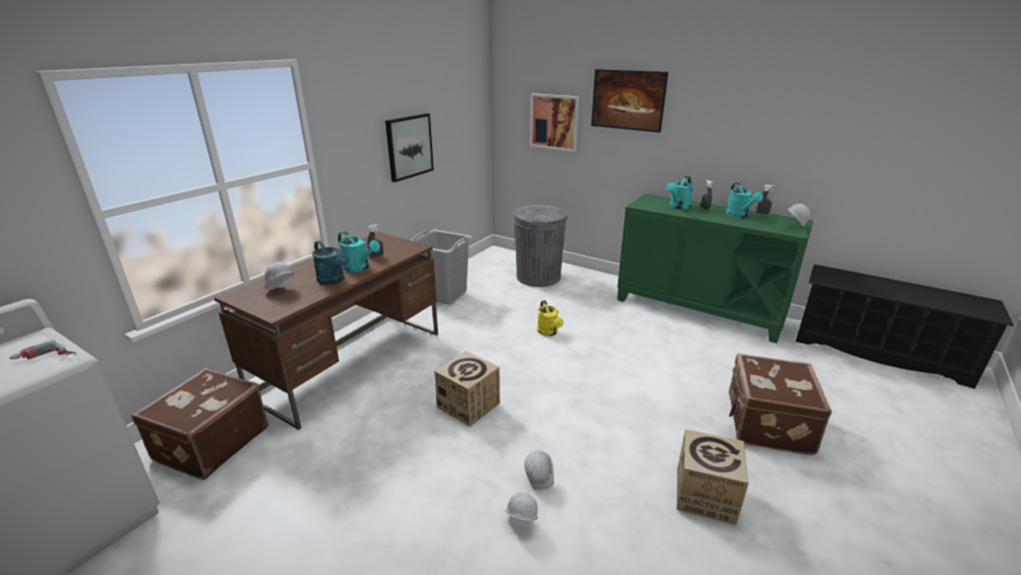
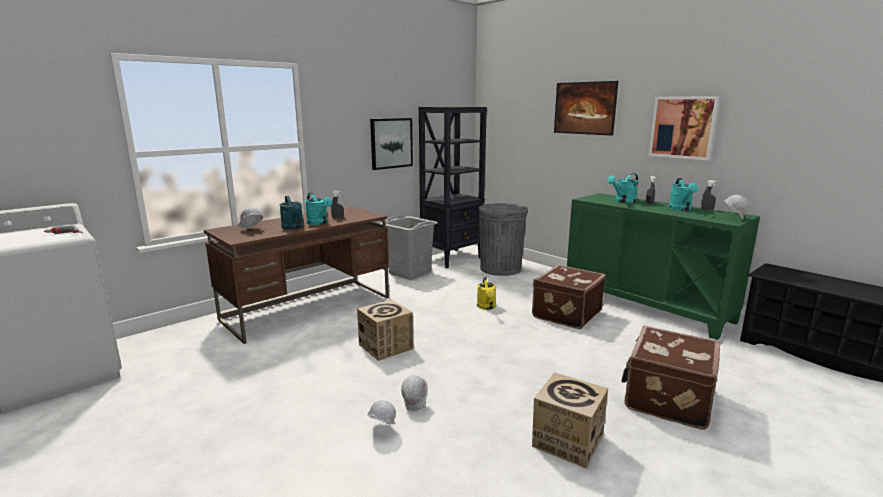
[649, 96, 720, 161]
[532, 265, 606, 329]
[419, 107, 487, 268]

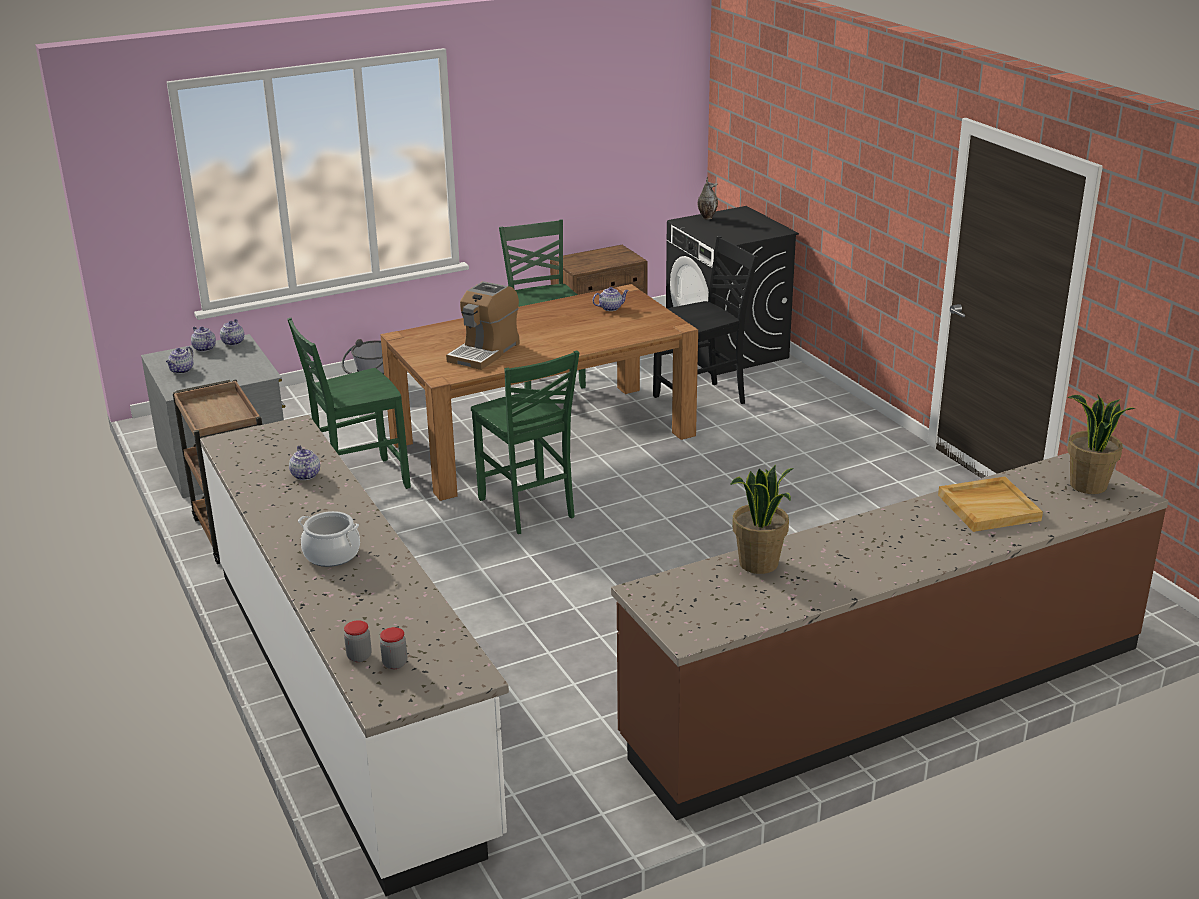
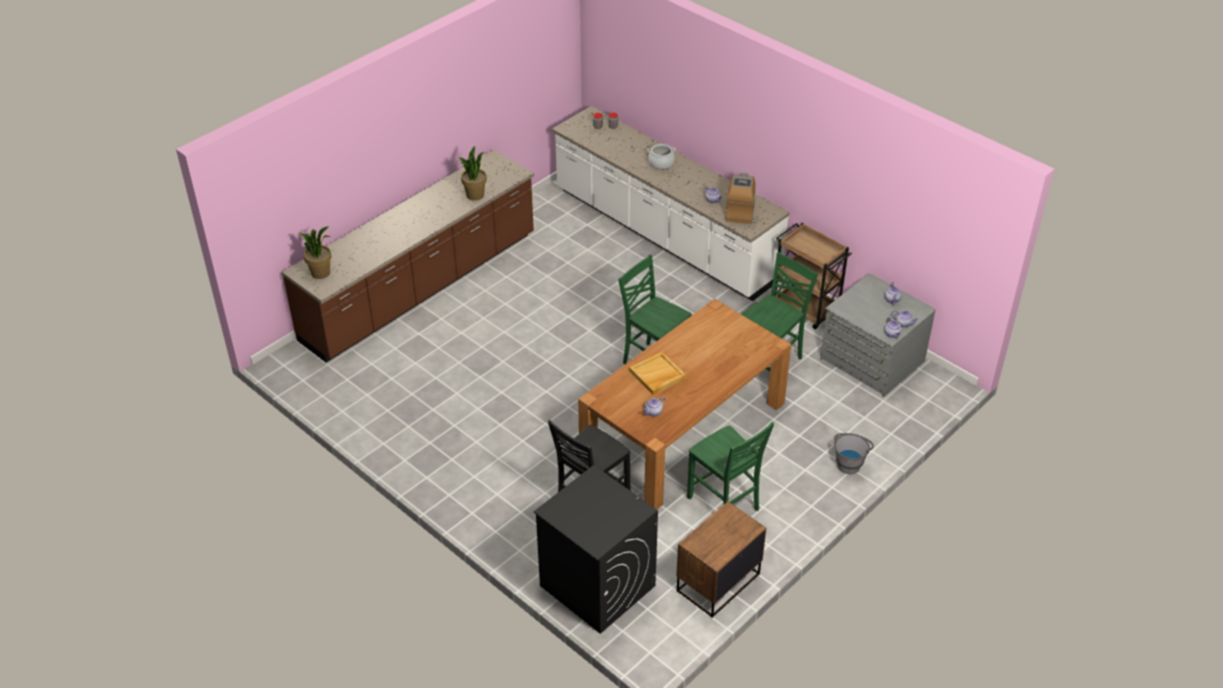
[698, 177, 718, 220] (first image)
[726, 173, 756, 224]
[629, 352, 686, 395]

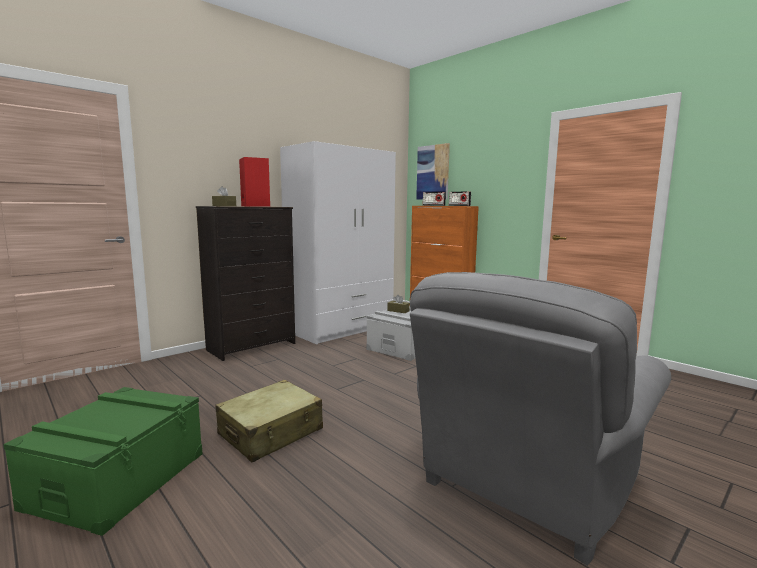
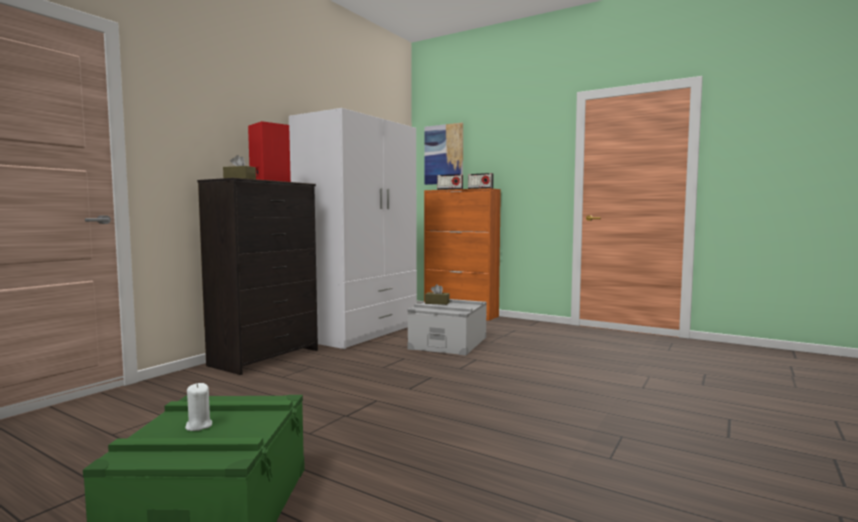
[410, 272, 671, 566] (first image)
[216, 380, 323, 462] (first image)
[185, 383, 212, 431]

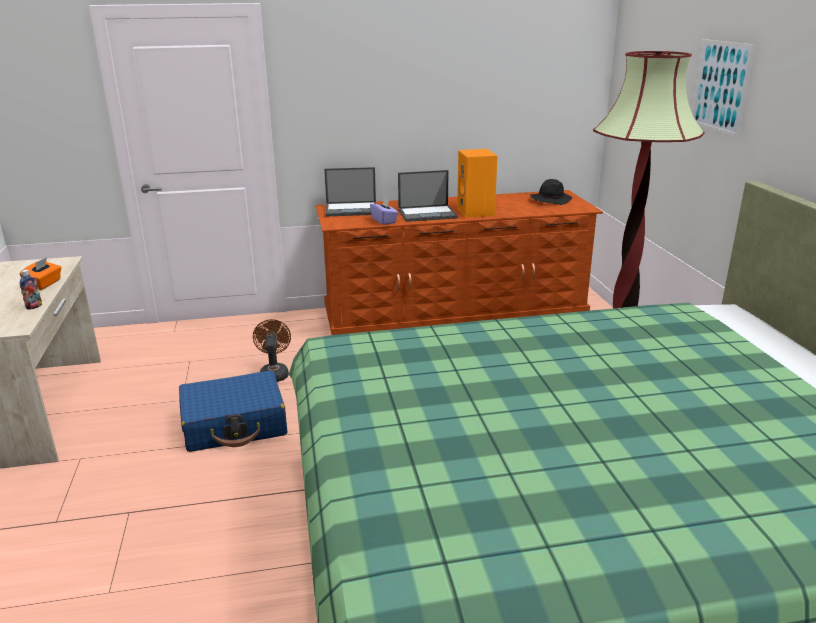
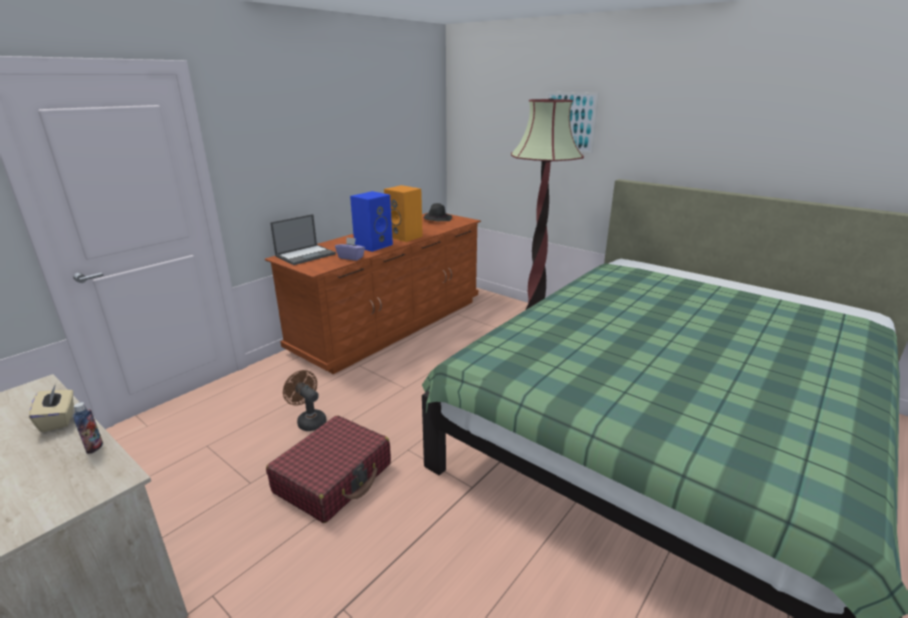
[350, 191, 393, 252]
[29, 384, 74, 432]
[266, 415, 391, 523]

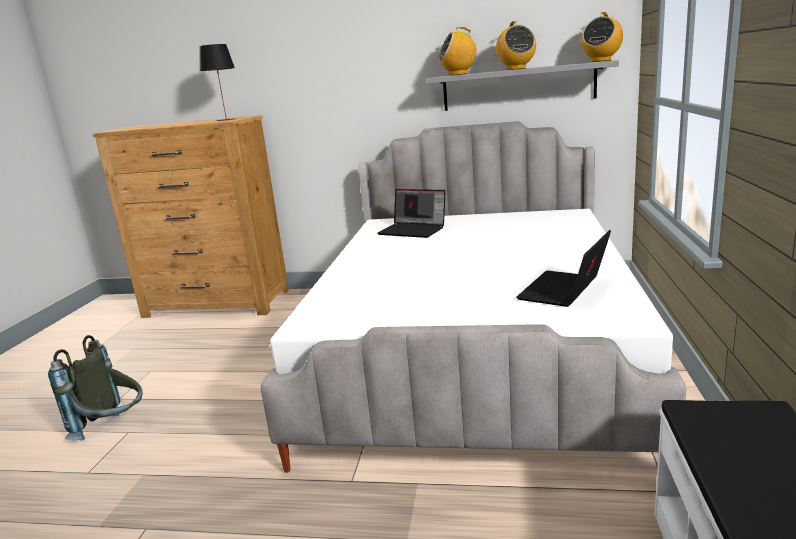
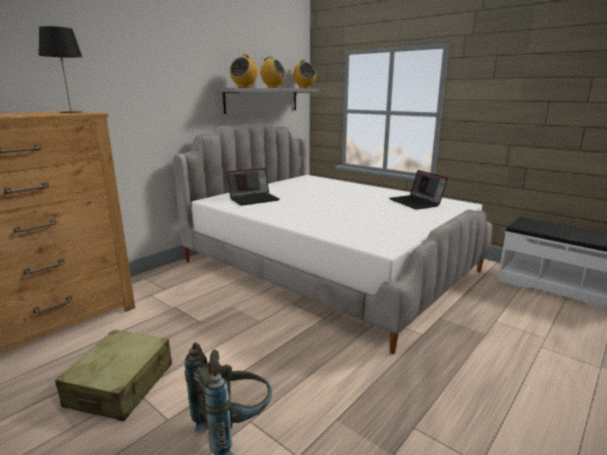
[55, 330, 172, 421]

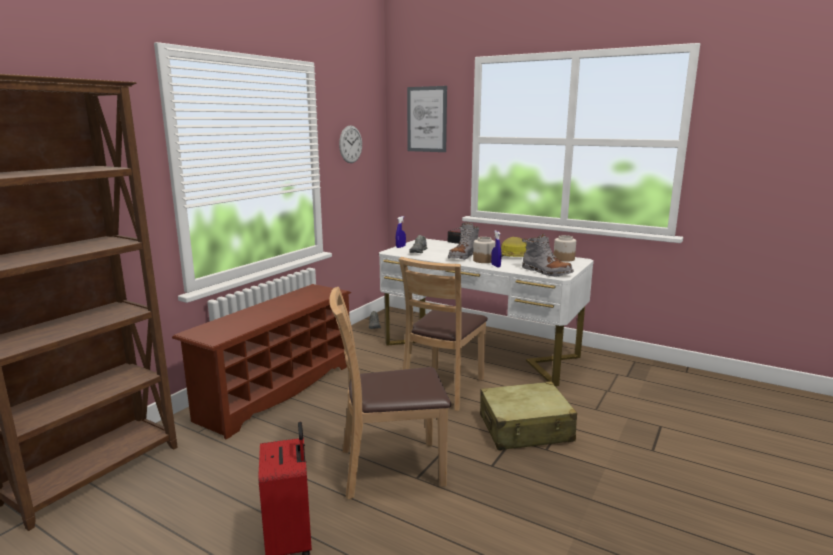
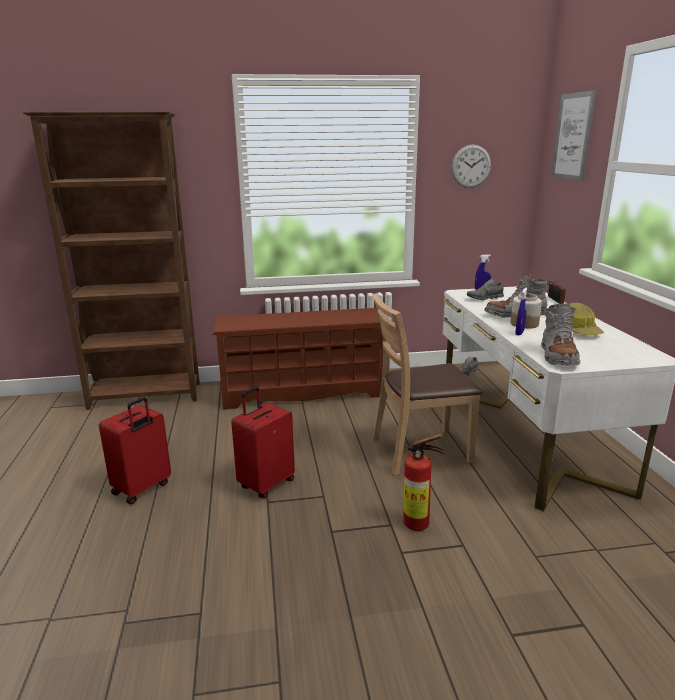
[554, 235, 576, 262] (first image)
[231, 387, 295, 498]
[403, 434, 445, 531]

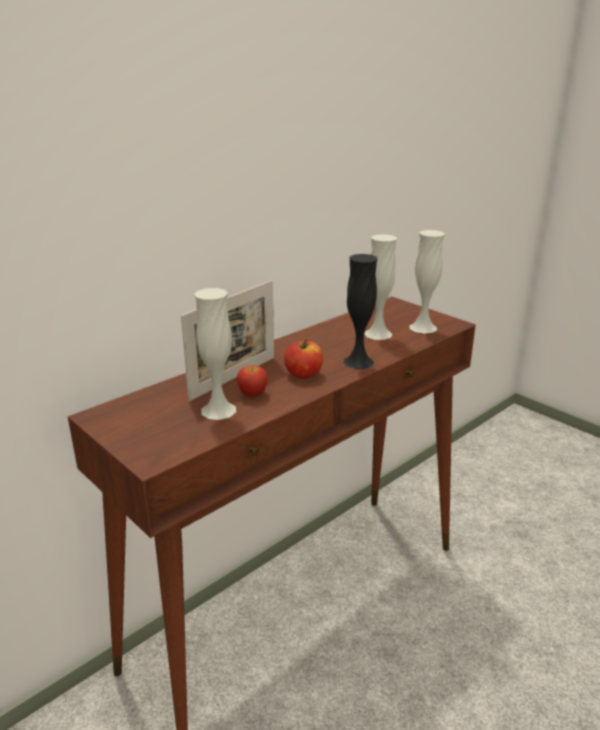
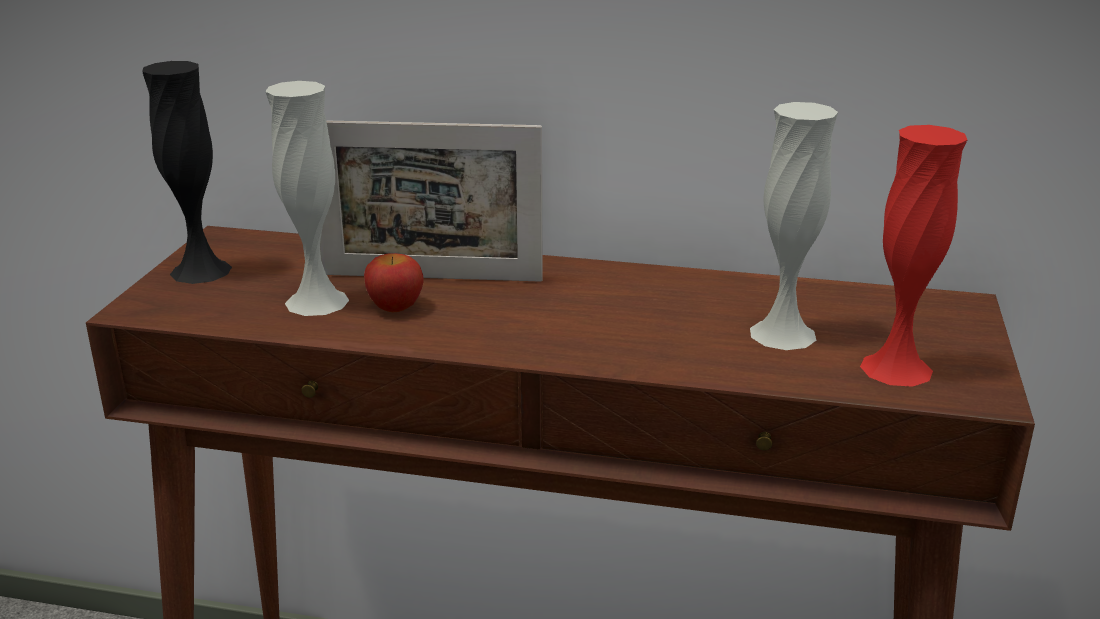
[860, 125, 967, 387]
[142, 61, 232, 284]
[284, 339, 323, 378] (first image)

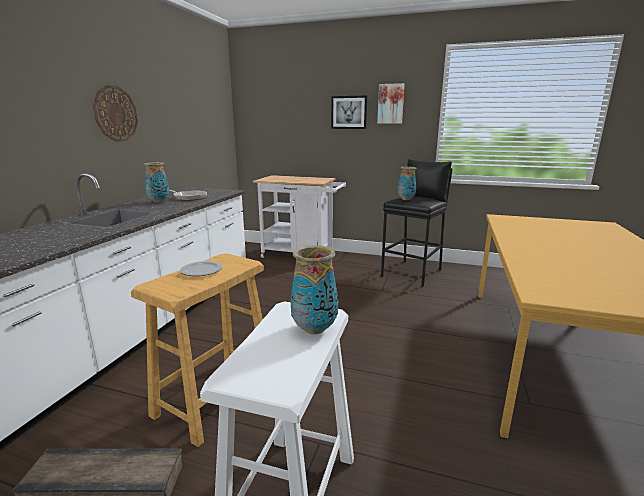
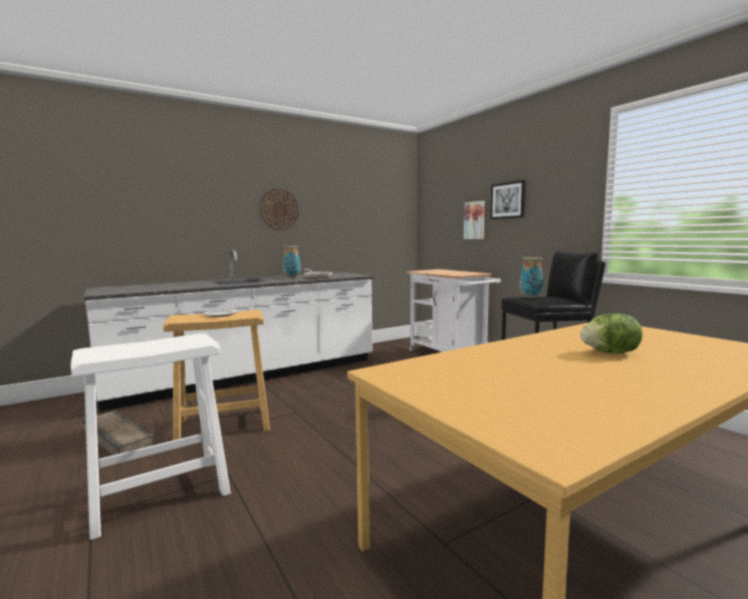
[464, 201, 485, 239]
[290, 245, 338, 334] (first image)
[580, 313, 643, 354]

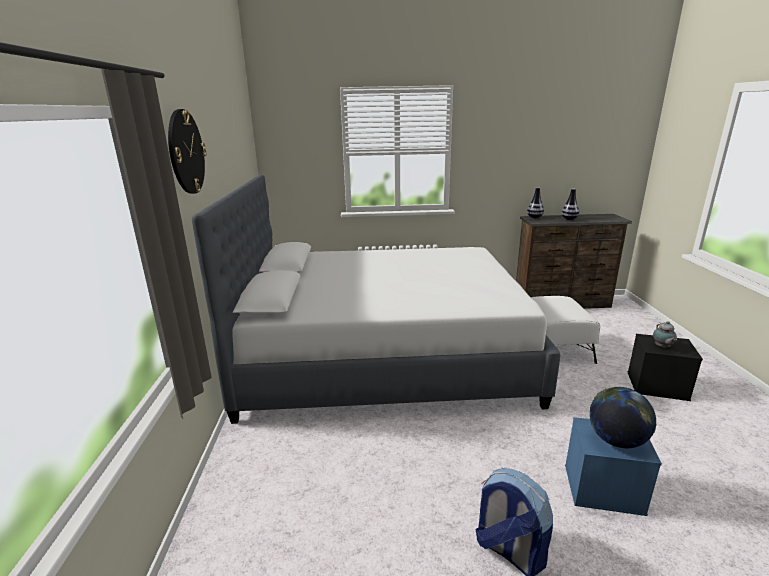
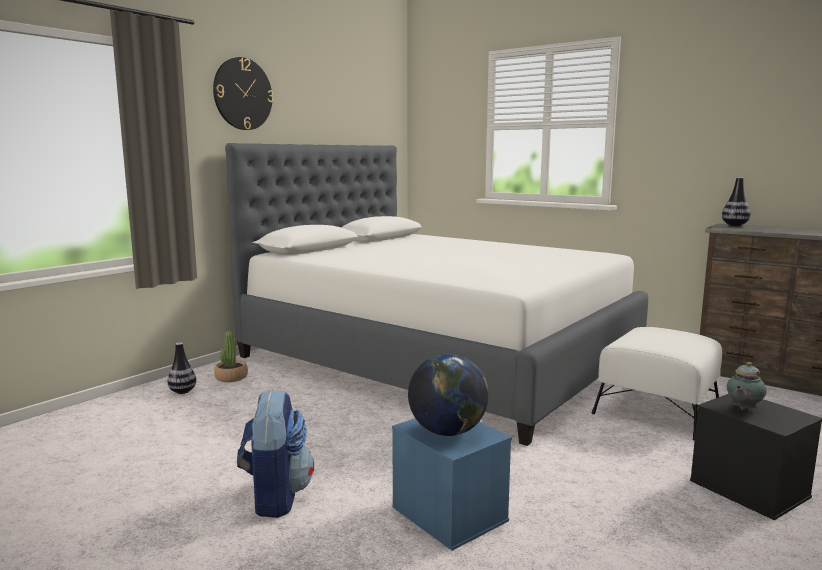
[167, 343, 197, 394]
[214, 331, 248, 382]

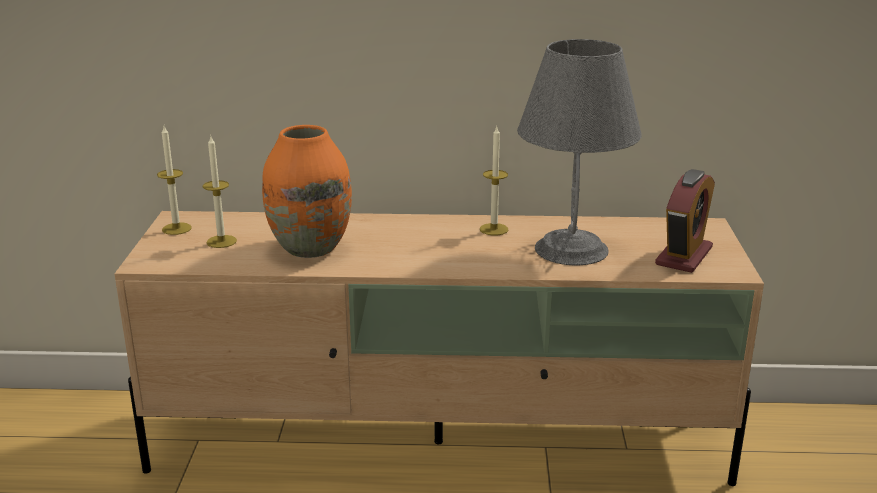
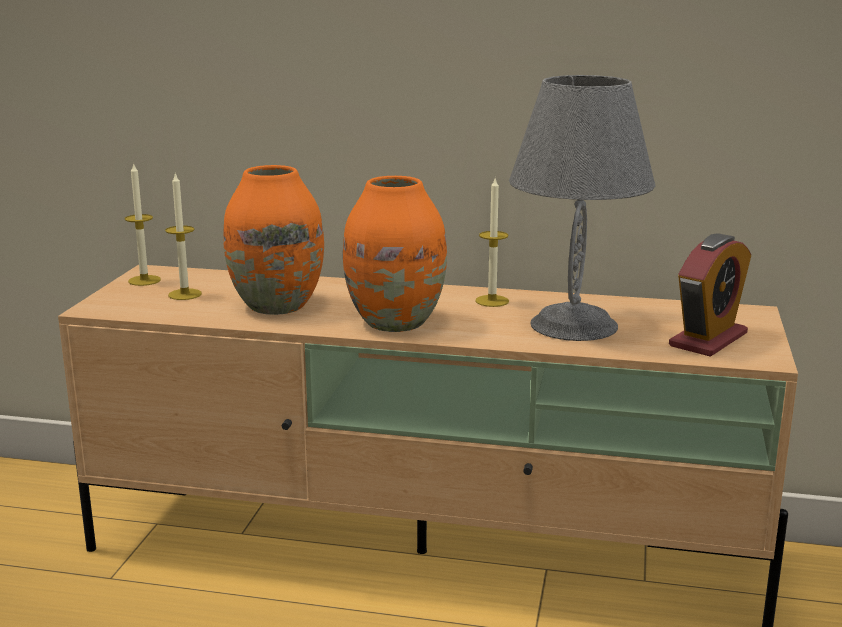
[343, 176, 447, 332]

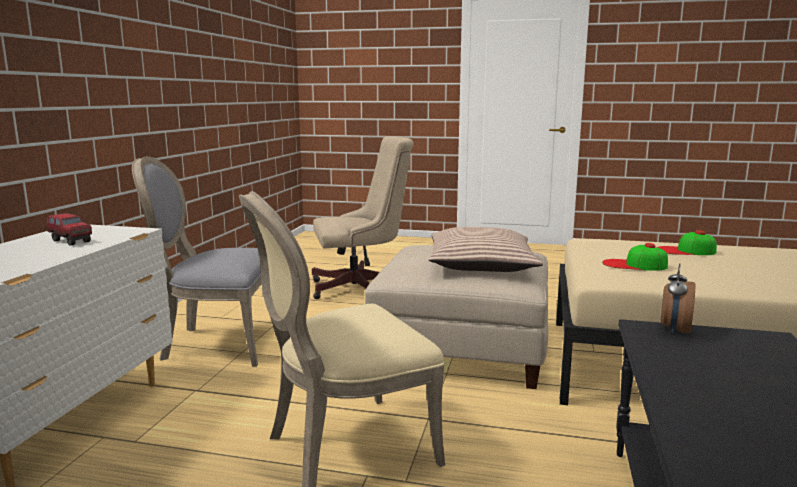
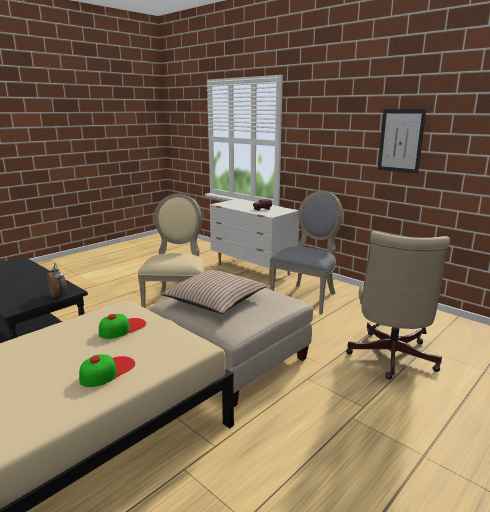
[378, 109, 426, 174]

